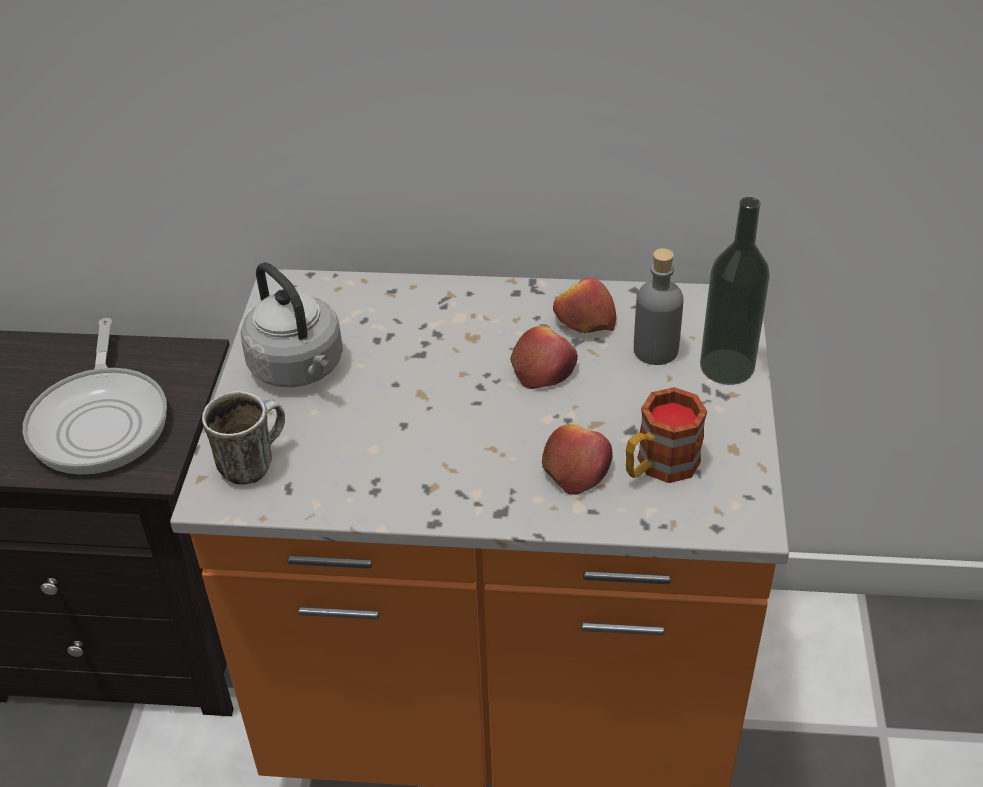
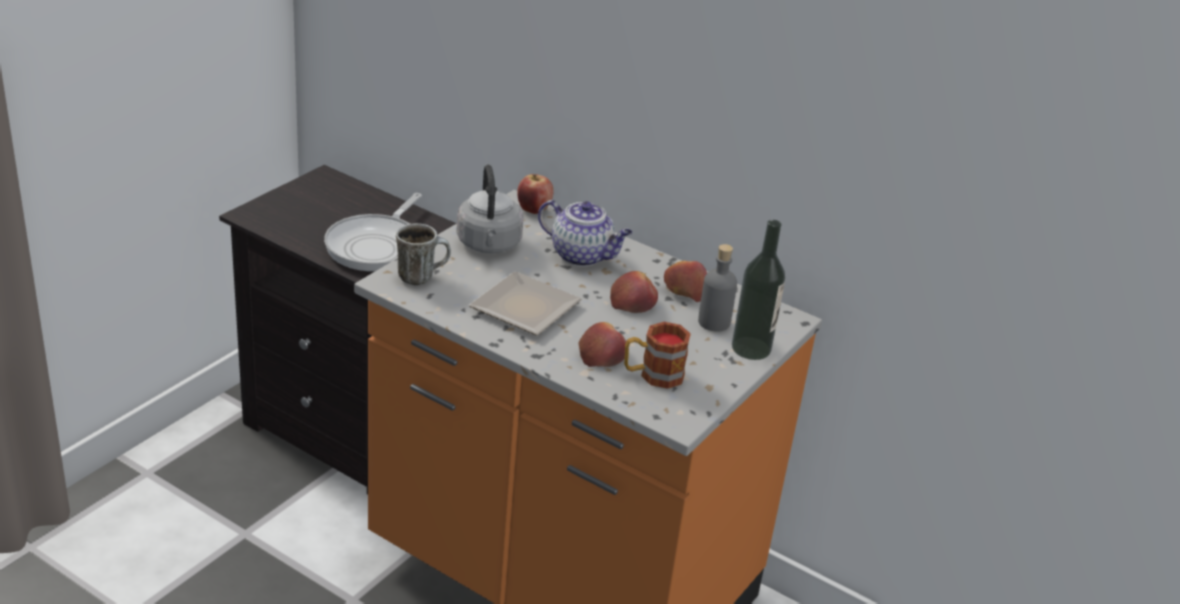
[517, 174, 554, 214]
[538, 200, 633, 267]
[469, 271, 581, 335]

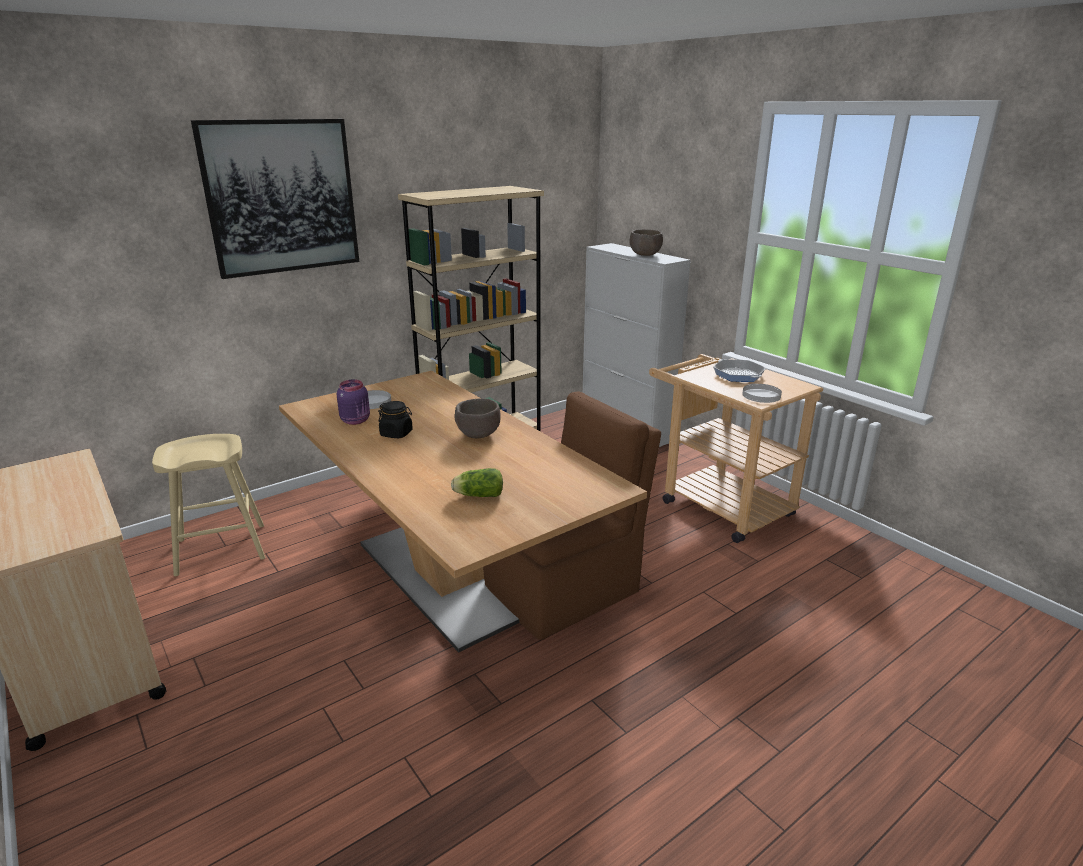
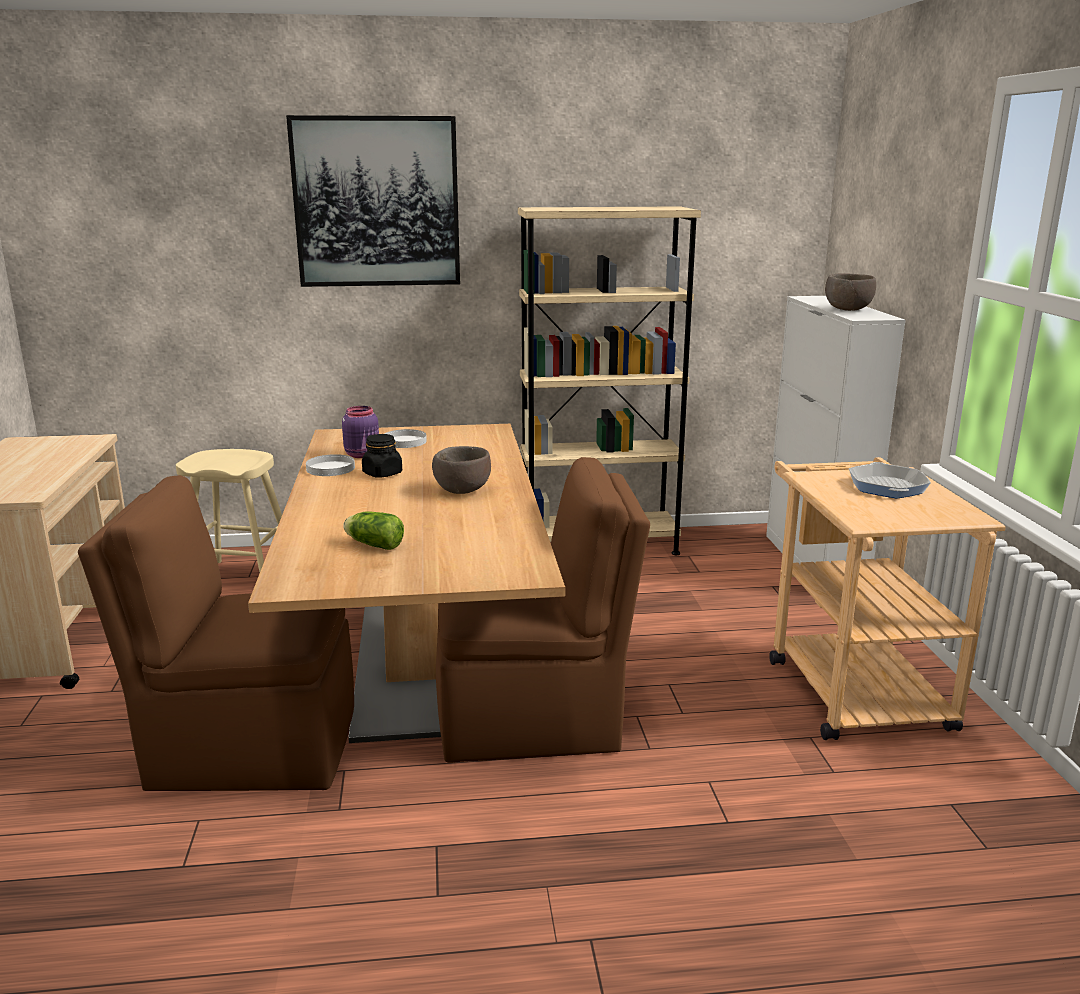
[306, 454, 355, 476]
[78, 475, 354, 791]

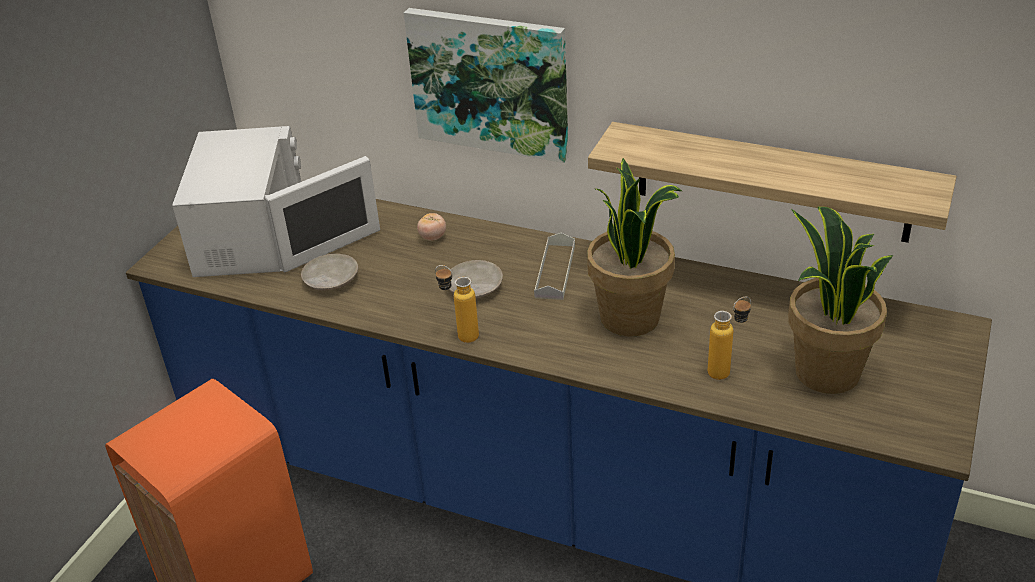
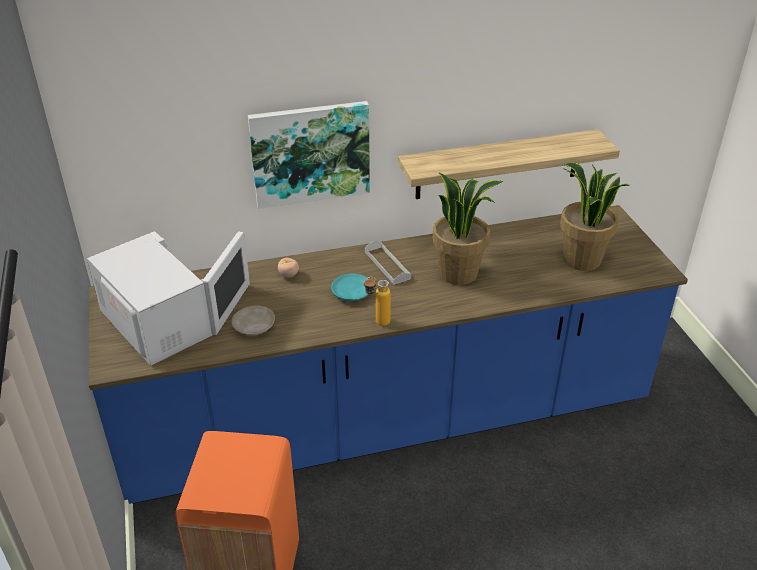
[331, 274, 368, 301]
[708, 297, 751, 380] (first image)

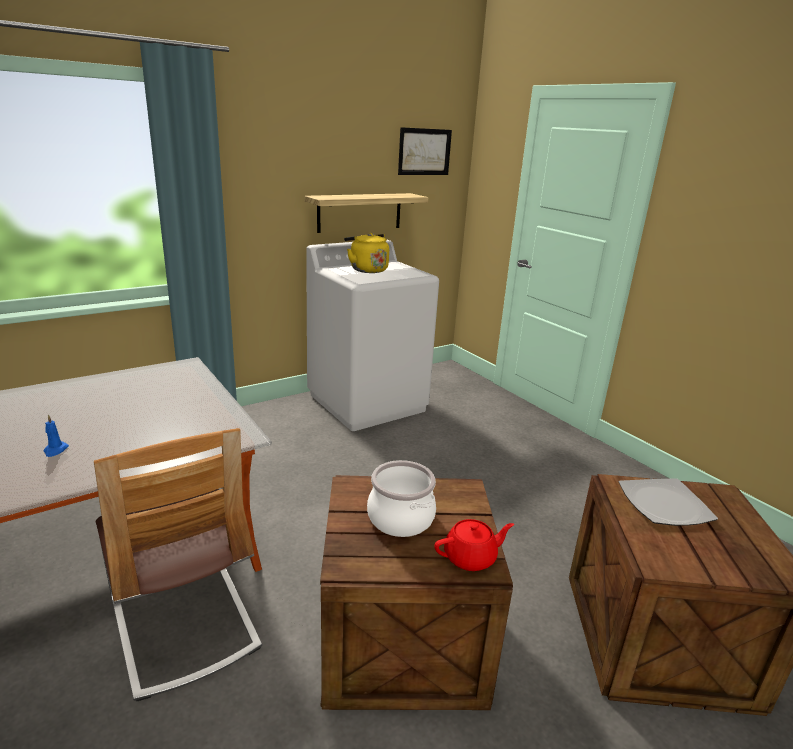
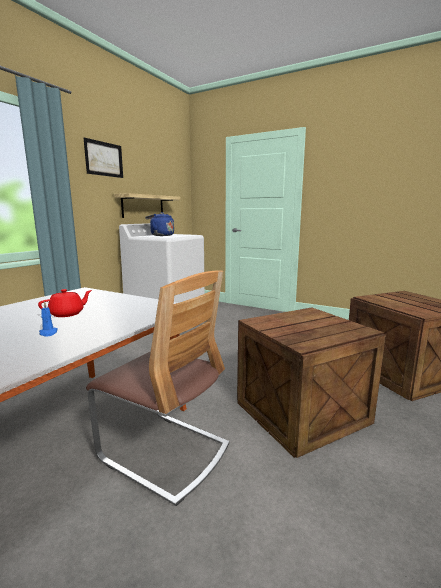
[84, 138, 123, 178]
[145, 212, 174, 236]
[367, 460, 436, 537] (first image)
[619, 478, 718, 526] (first image)
[38, 289, 92, 317]

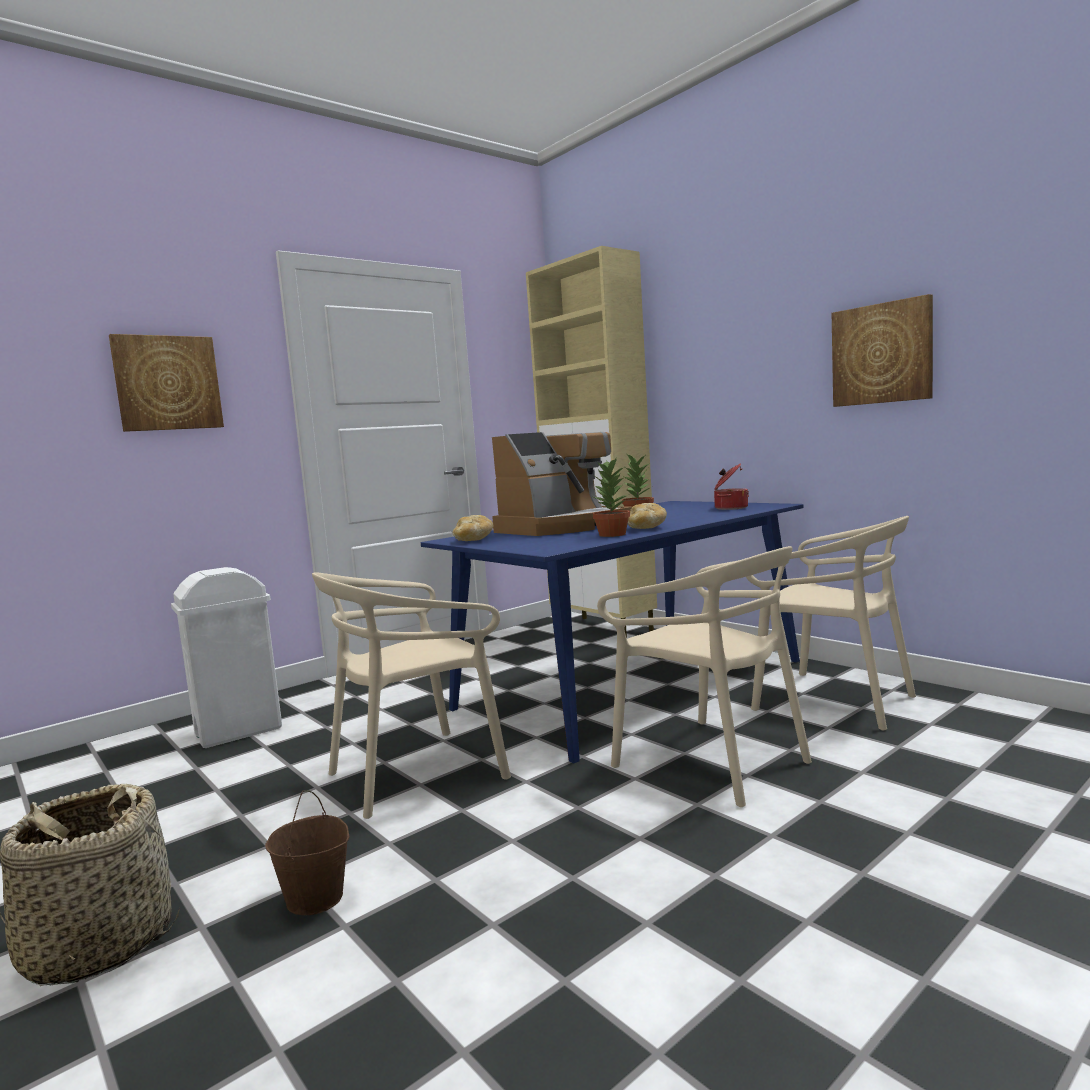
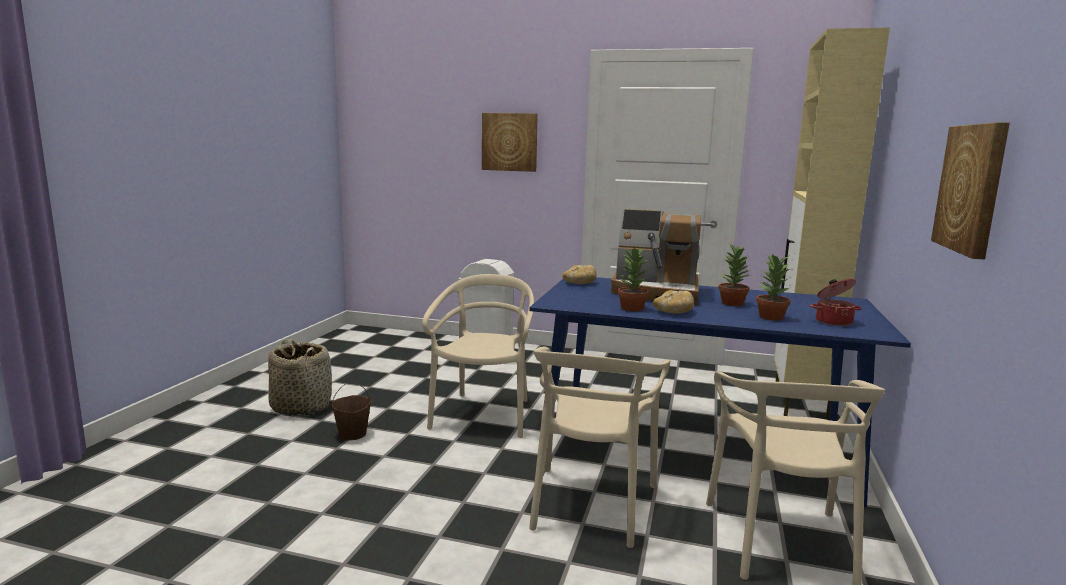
[422, 274, 534, 438]
[756, 253, 790, 320]

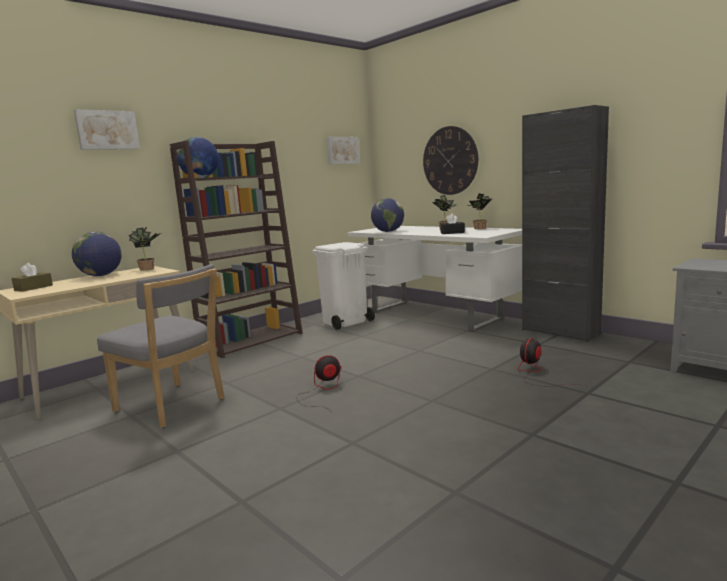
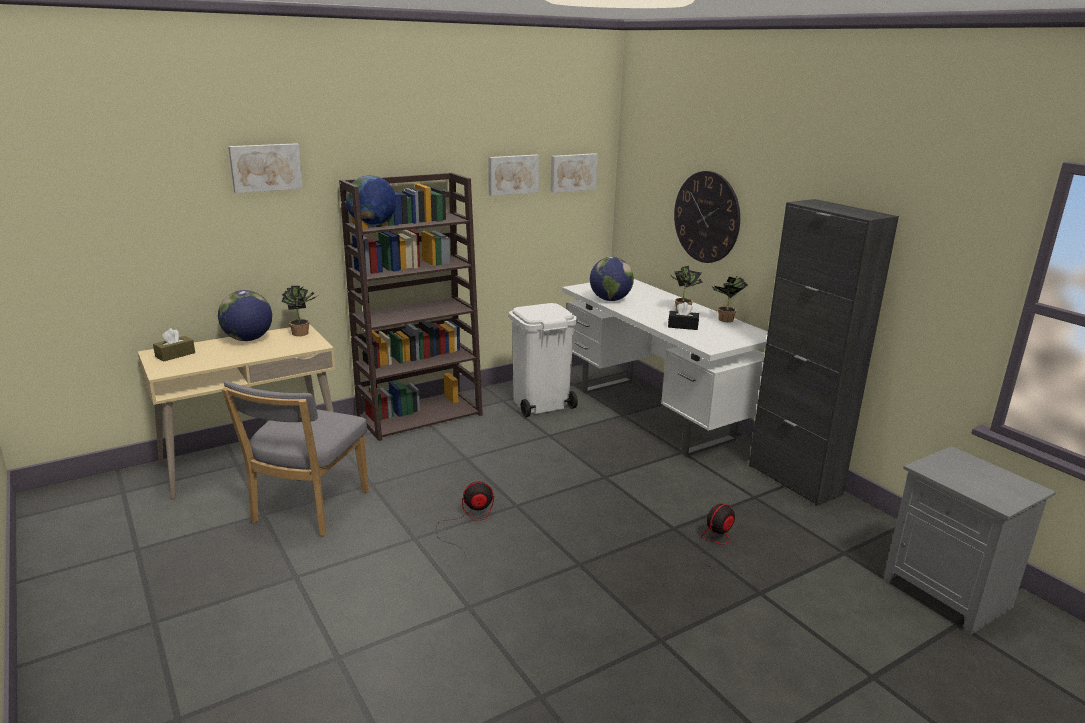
[222, 381, 369, 536]
[489, 154, 539, 196]

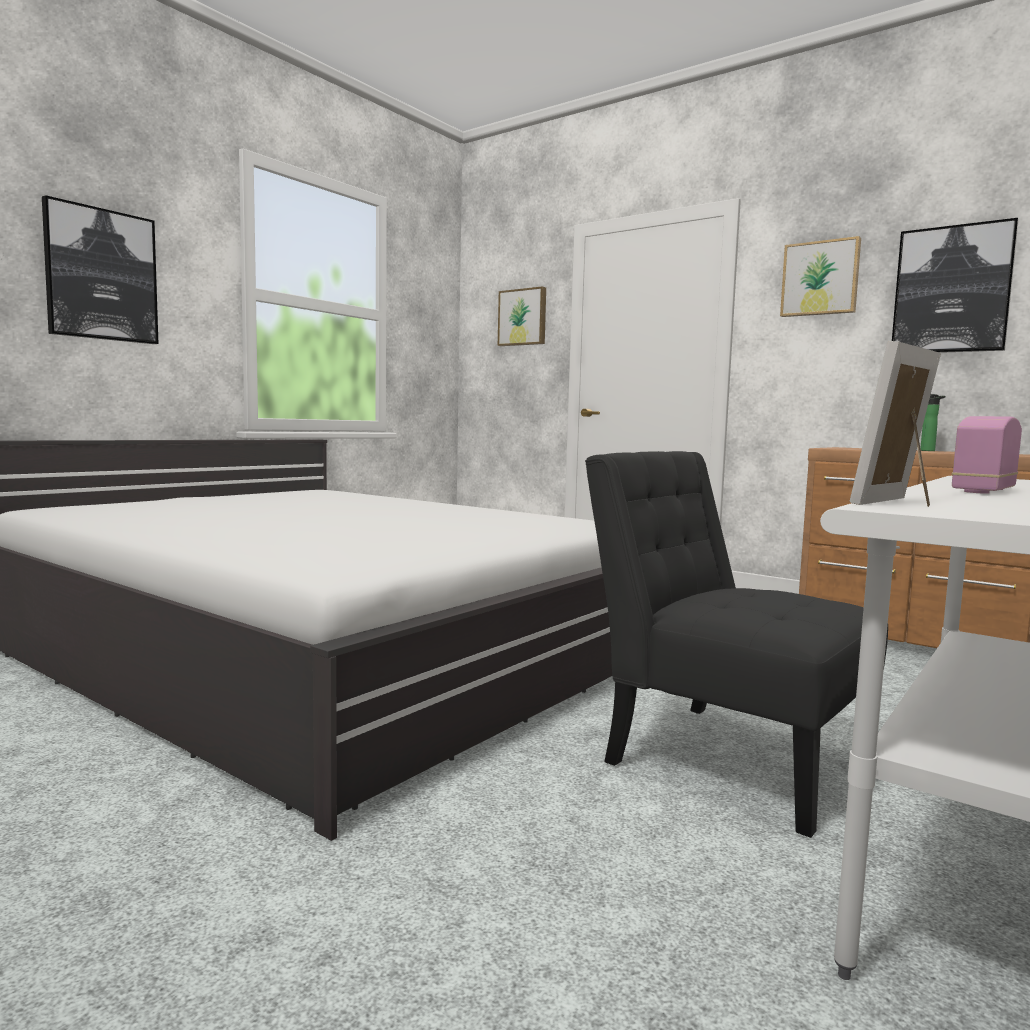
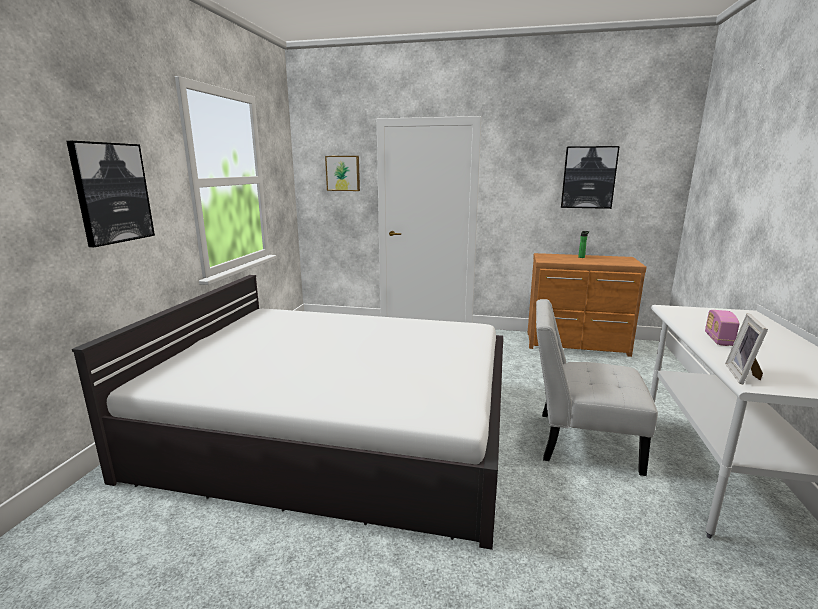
[780, 236, 861, 317] (first image)
[536, 299, 658, 476]

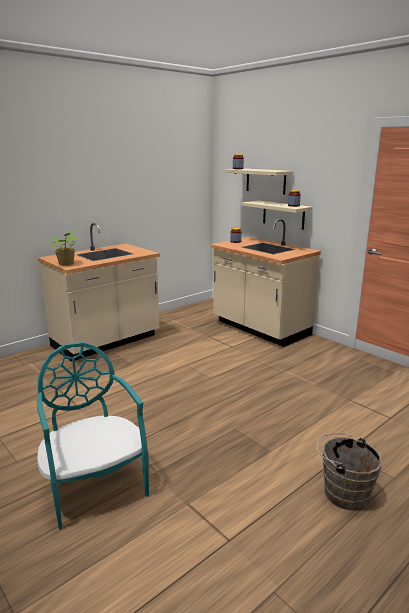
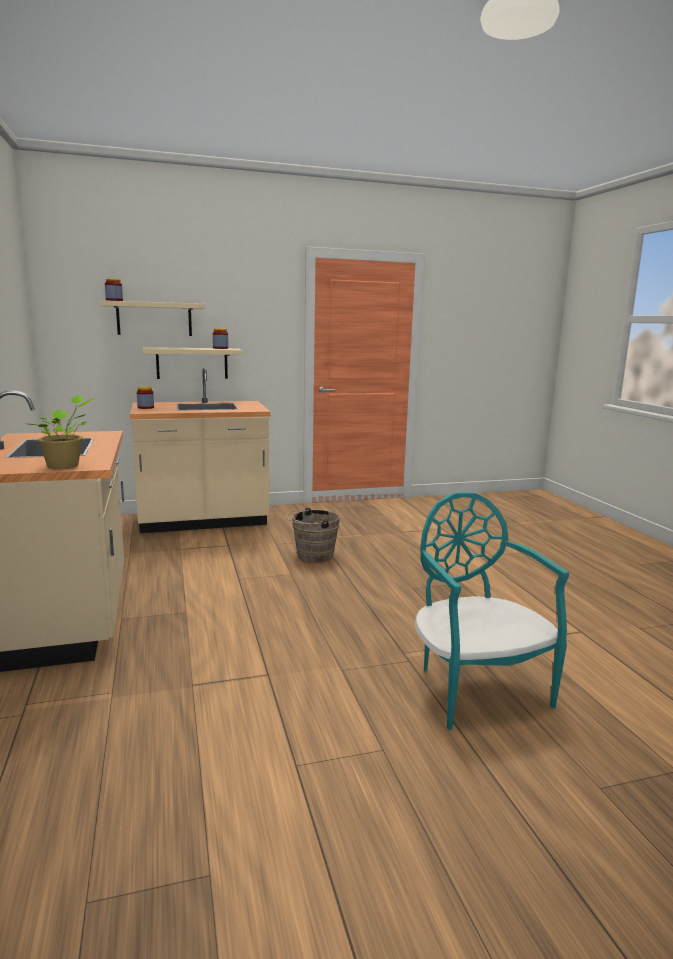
[415, 491, 569, 730]
[286, 508, 340, 562]

